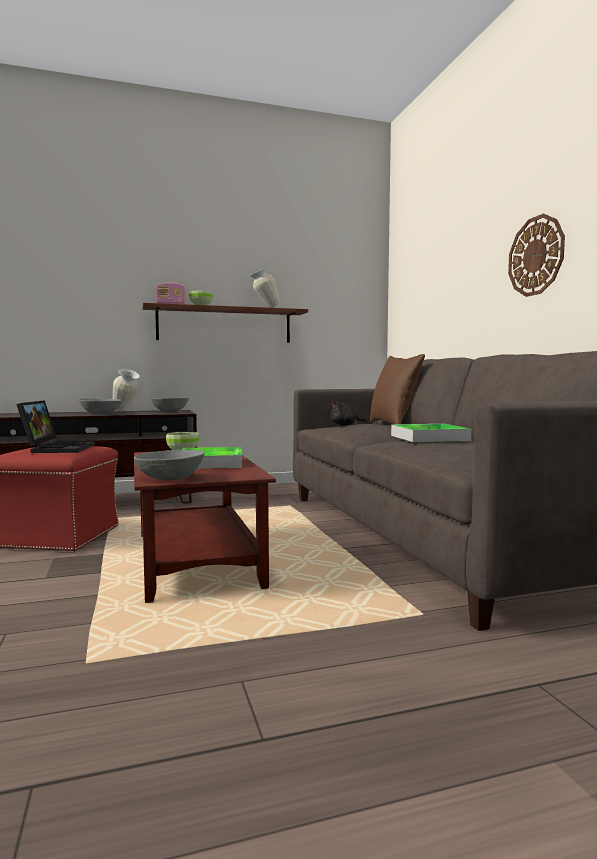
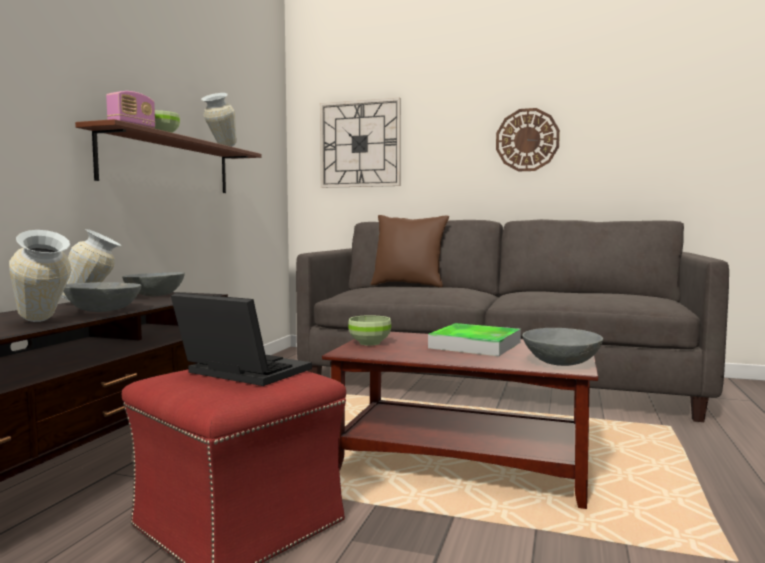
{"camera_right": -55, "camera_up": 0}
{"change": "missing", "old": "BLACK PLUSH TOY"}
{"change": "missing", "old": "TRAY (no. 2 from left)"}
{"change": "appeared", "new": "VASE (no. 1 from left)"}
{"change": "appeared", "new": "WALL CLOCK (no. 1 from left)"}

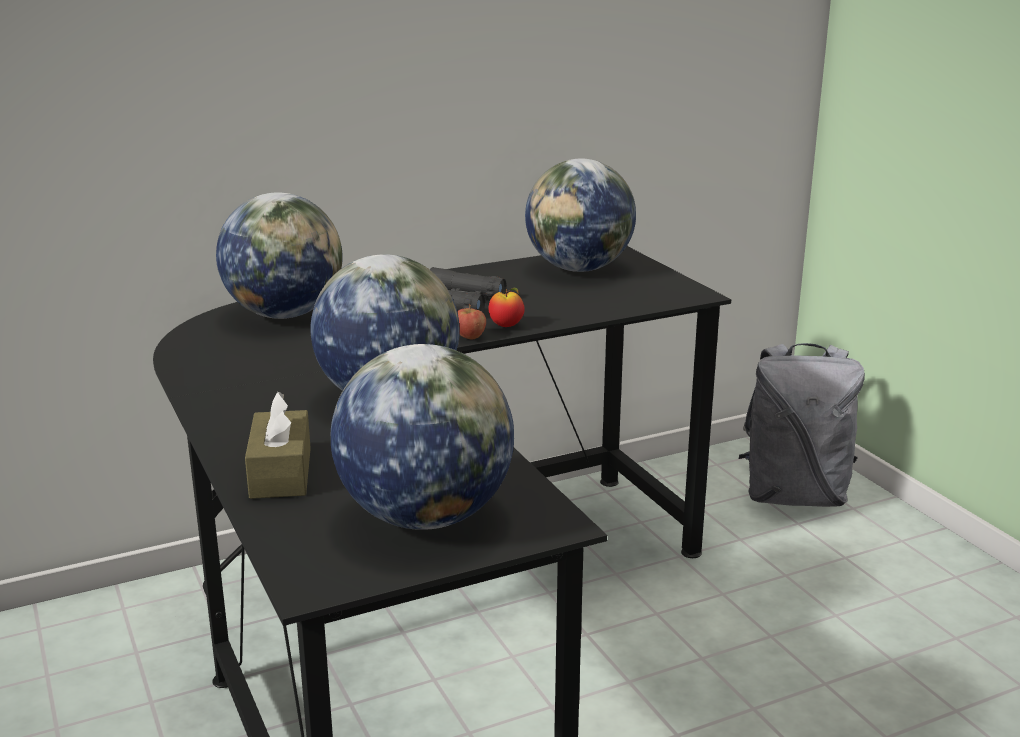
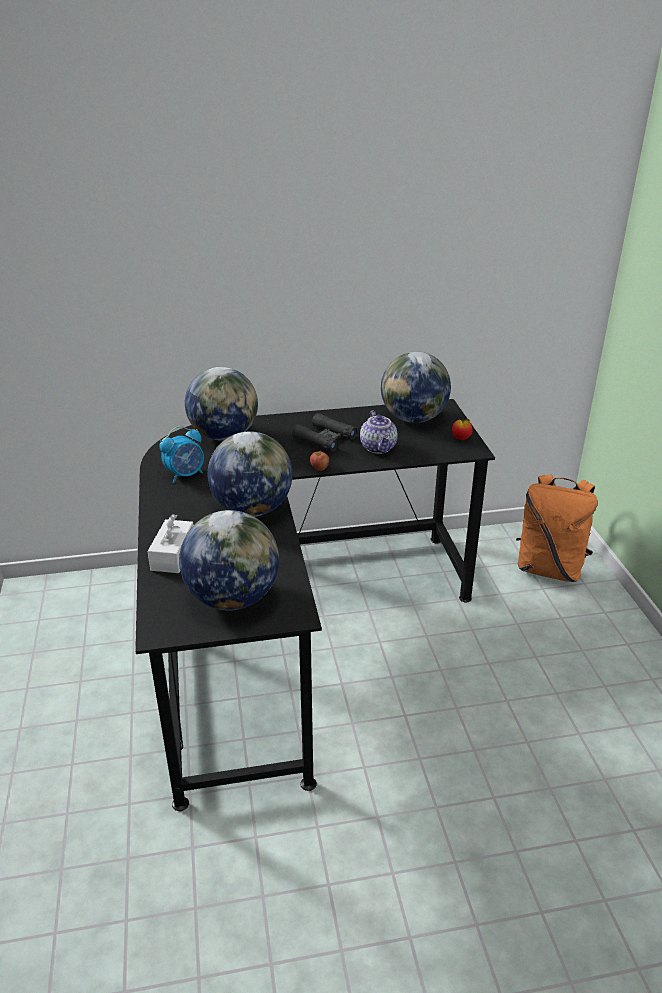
{"camera_right": 15, "camera_up": 10}
{"change": "colour", "old": "BROWN TISSUE BOX", "new": "WHITE TISSUE BOX"}
{"change": "relocated", "old": "APPLE (no. 2 from left)"}
{"change": "colour", "old": "GREY BACKPACK", "new": "ORANGE BACKPACK"}
{"change": "appeared", "new": "ALARM CLOCK"}
{"change": "appeared", "new": "TEAPOT"}

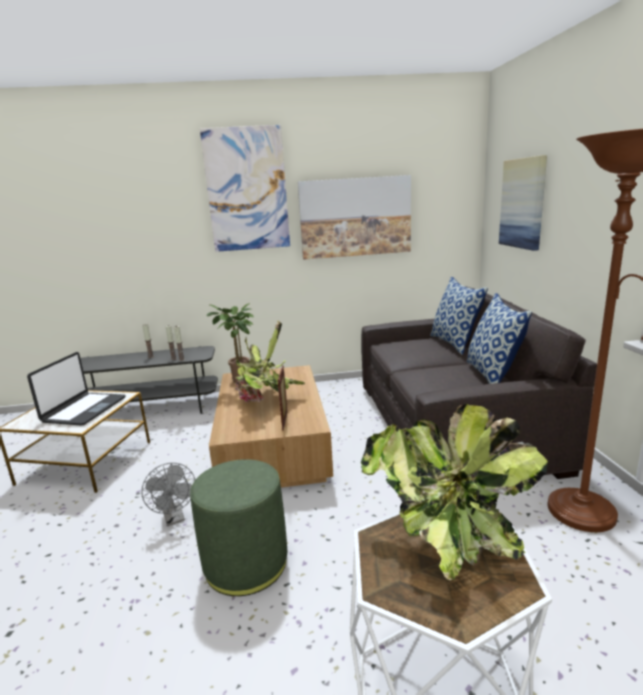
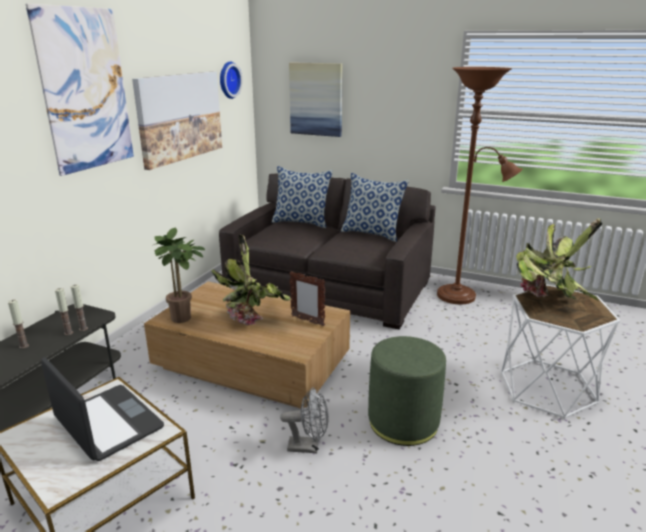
{"camera_right": -60, "camera_up": 5}
{"change": "appeared", "new": "WALL CLOCK"}

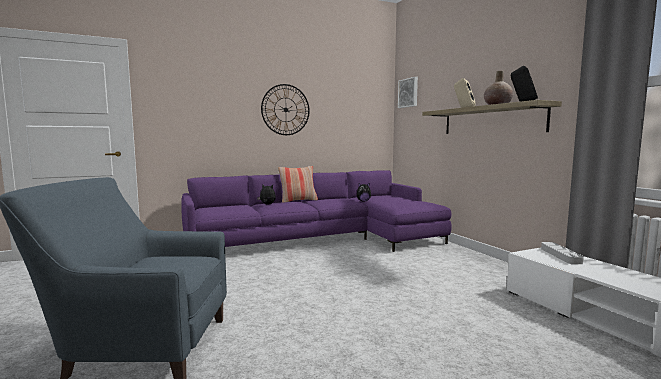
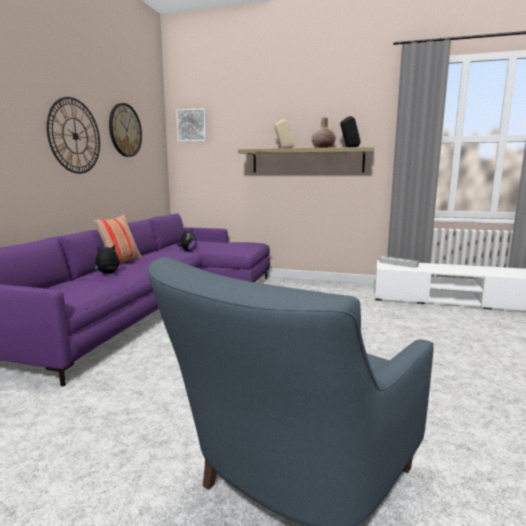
{"camera_right": -50, "camera_up": 5}
{"change": "appeared", "new": "WALL CLOCK (no. 2 from left)"}

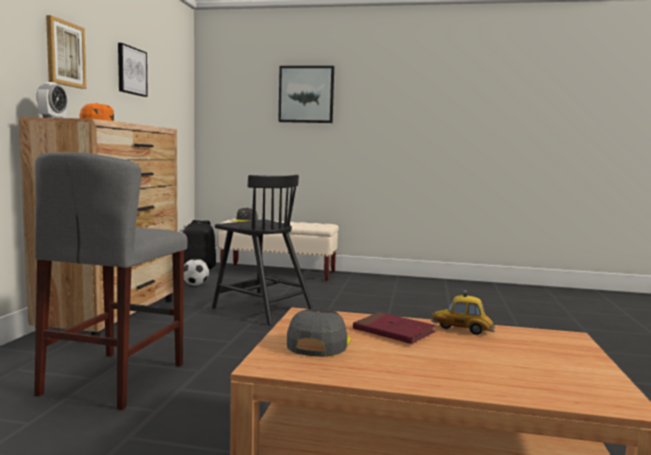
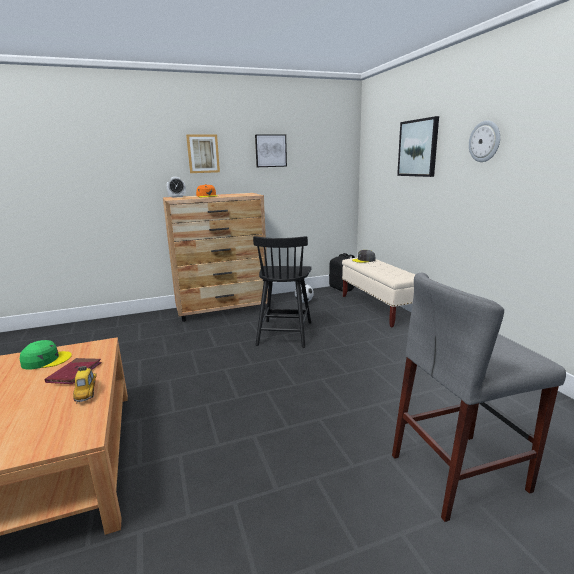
{"camera_right": 60, "camera_up": 10}
{"change": "relocated", "old": "GREY STOOL"}
{"change": "colour", "old": "GREY CAP (no. 2 from left)", "new": "GREEN CAP"}
{"change": "appeared", "new": "WALL CLOCK"}

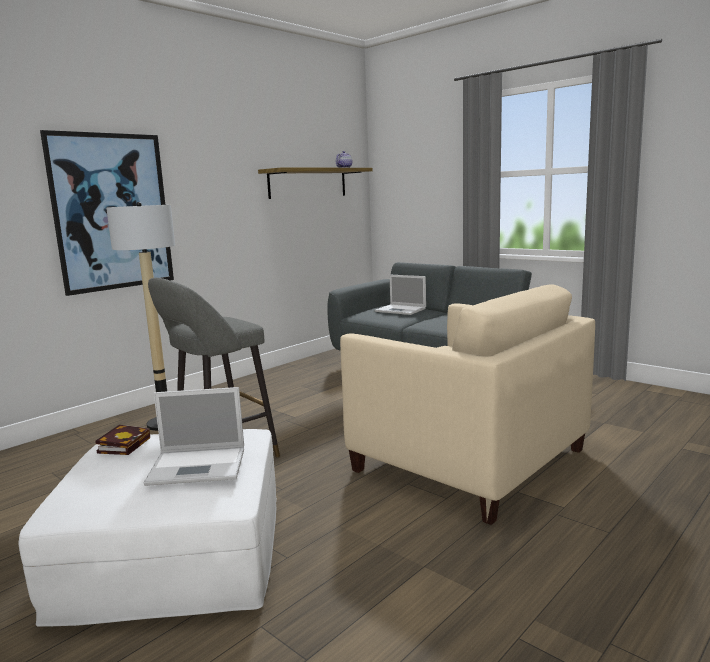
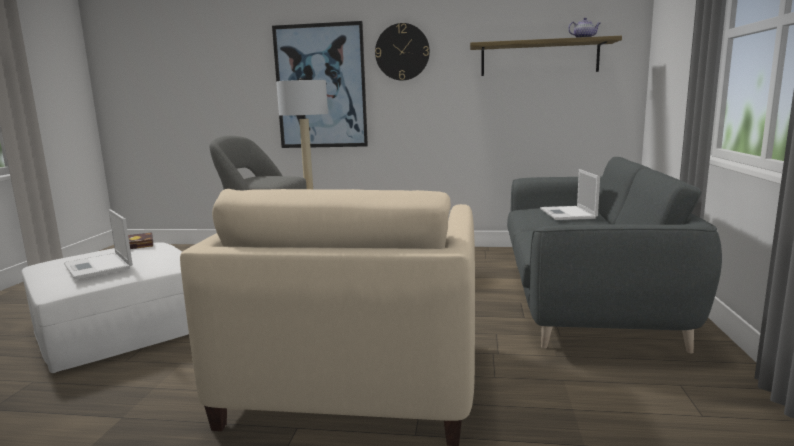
{"camera_right": 55, "camera_up": 0}
{"change": "appeared", "new": "WALL CLOCK"}

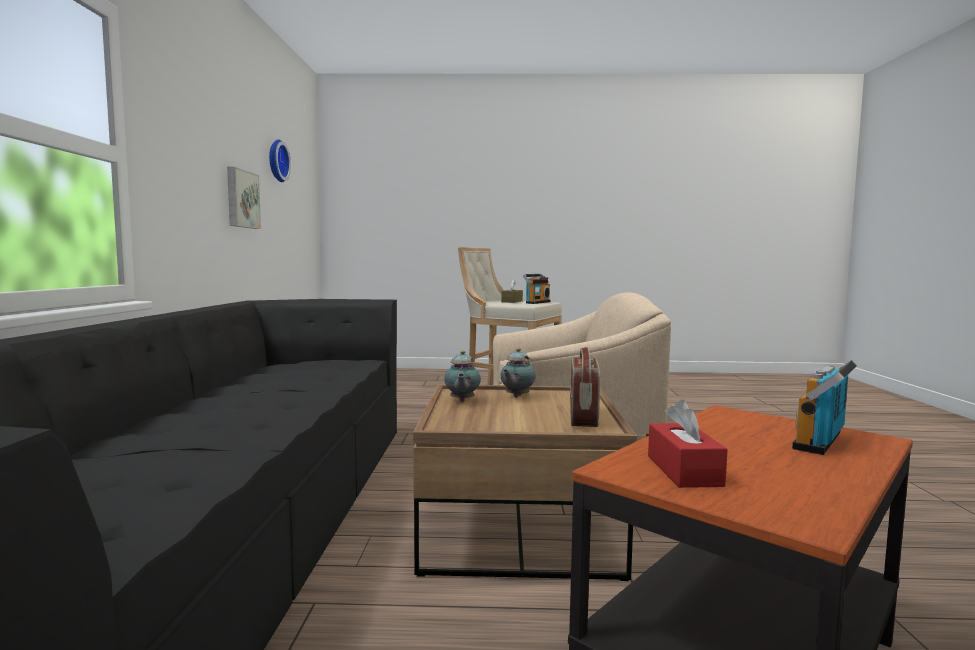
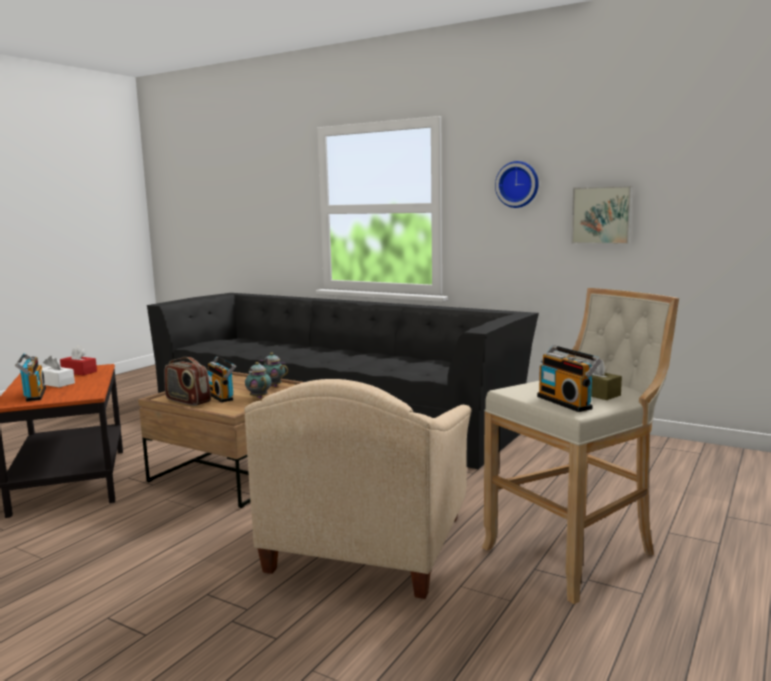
{"camera_right": 120, "camera_up": 5}
{"change": "relocated", "old": "WALL CLOCK"}
{"change": "appeared", "new": "WHITE TISSUE BOX"}
{"change": "appeared", "new": "RADIO (no. 3 from left)"}

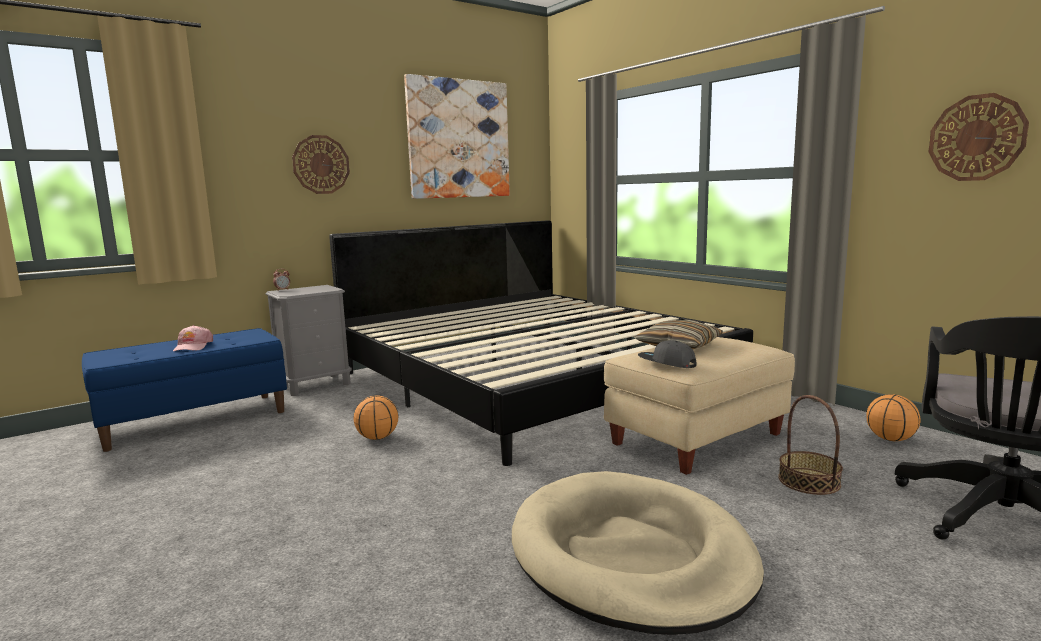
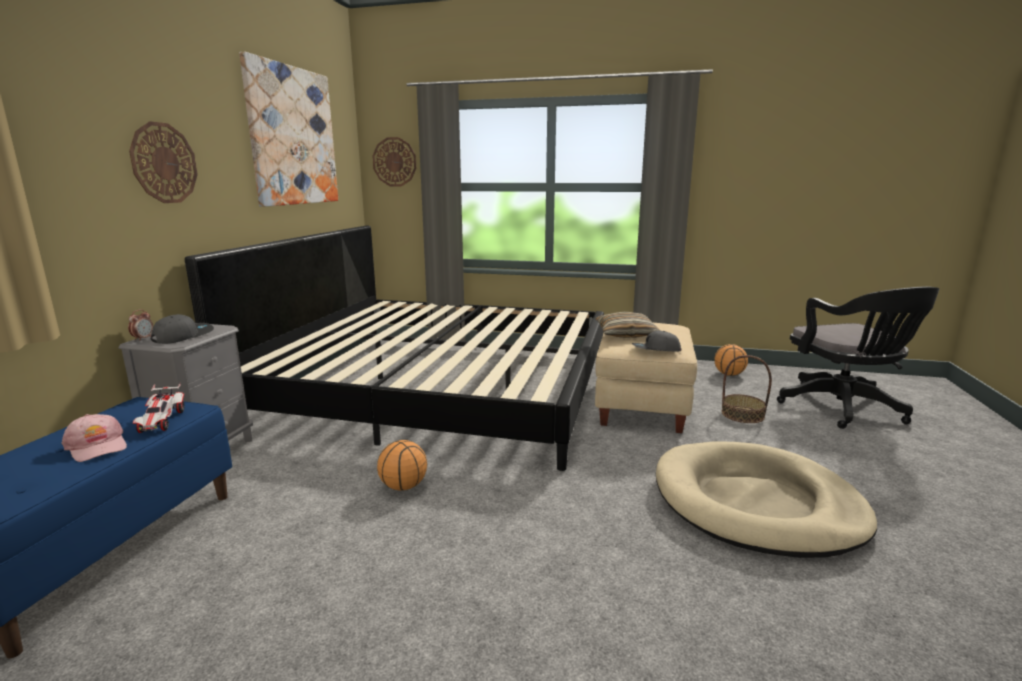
{"camera_right": -40, "camera_up": 5}
{"change": "relocated", "old": "WALL CLOCK (no. 2 from left)"}
{"change": "appeared", "new": "TOY CAR"}
{"change": "appeared", "new": "GREY CAP (no. 1 from left)"}

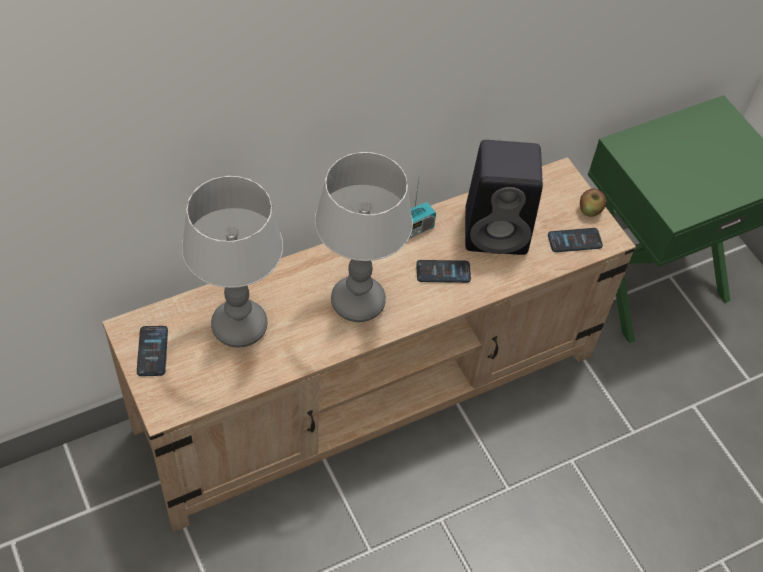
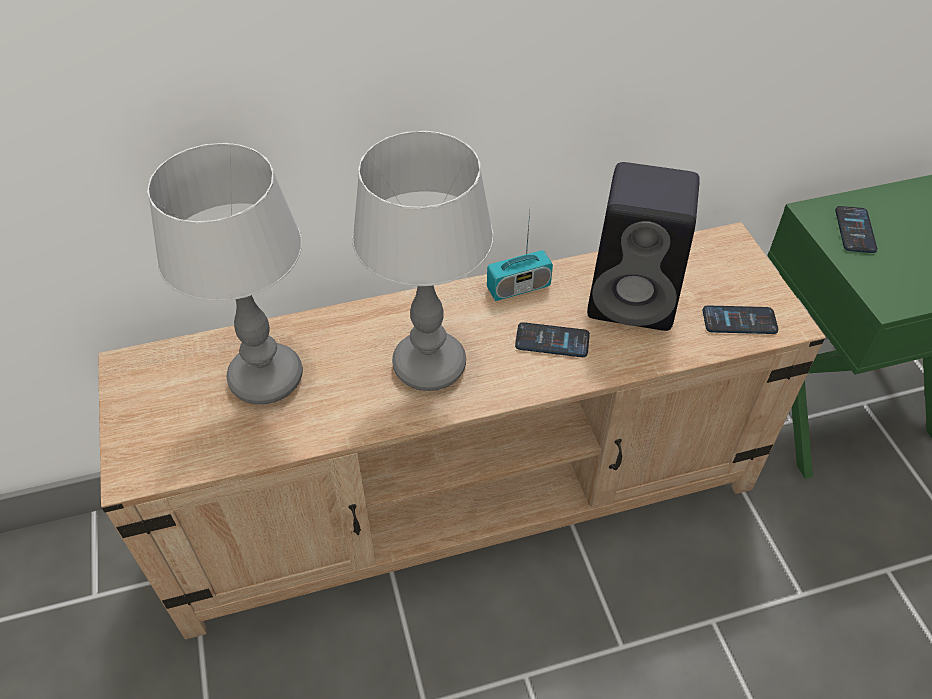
{"camera_right": 15, "camera_up": -5}
{"change": "relocated", "old": "PHONE (no. 1 from left in the first image)", "new": "PHONE (no. 3 from left)"}
{"change": "missing", "old": "APPLE"}

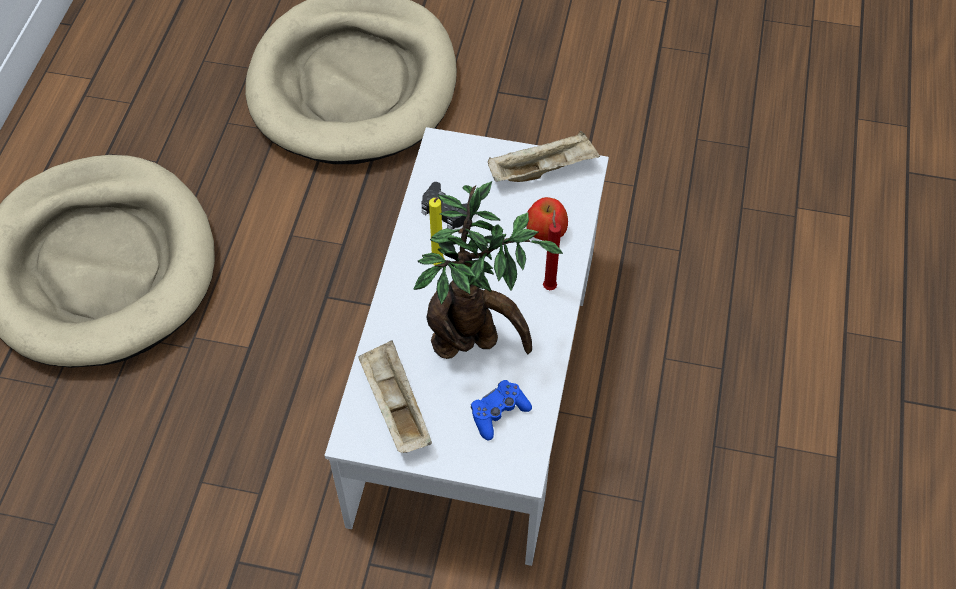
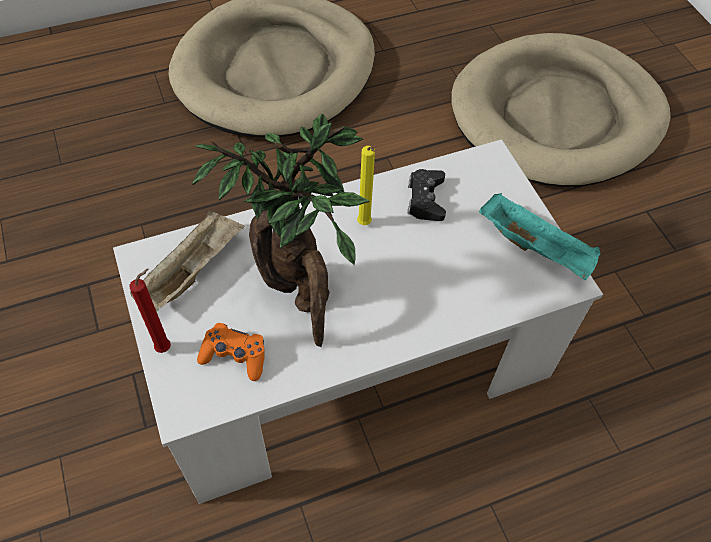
{"camera_right": 55, "camera_up": 0}
{"change": "colour", "old": "BLUE GAME CONTROLLER", "new": "ORANGE GAME CONTROLLER"}
{"change": "colour", "old": "BEIGE TRAY (no. 2 from left)", "new": "TURQUOISE TRAY"}
{"change": "missing", "old": "APPLE"}
{"change": "relocated", "old": "RED CANDLE"}

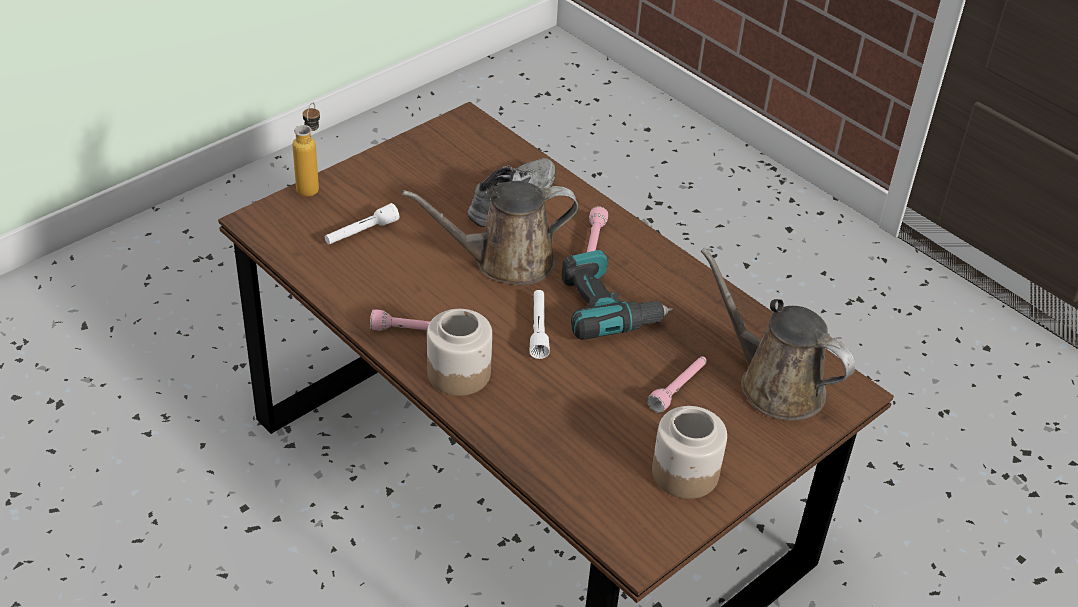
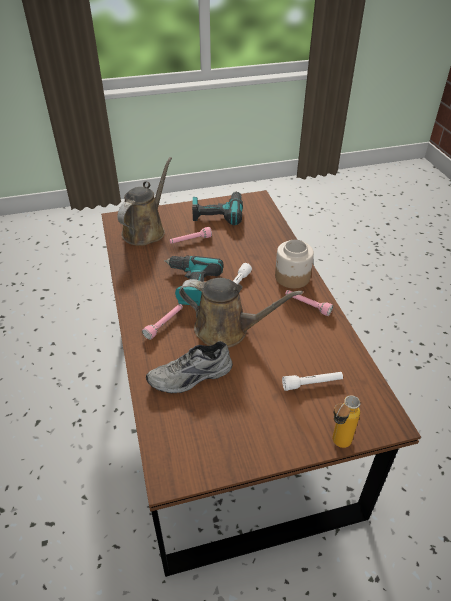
{"camera_right": -150, "camera_up": 0}
{"change": "exchanged", "old": "JAR (no. 2 from left)", "new": "POWER DRILL (no. 2 from left)"}
{"change": "spun", "old": "BROWN WATERING CAN (no. 2 from left in the first image)", "degrees": -135}

